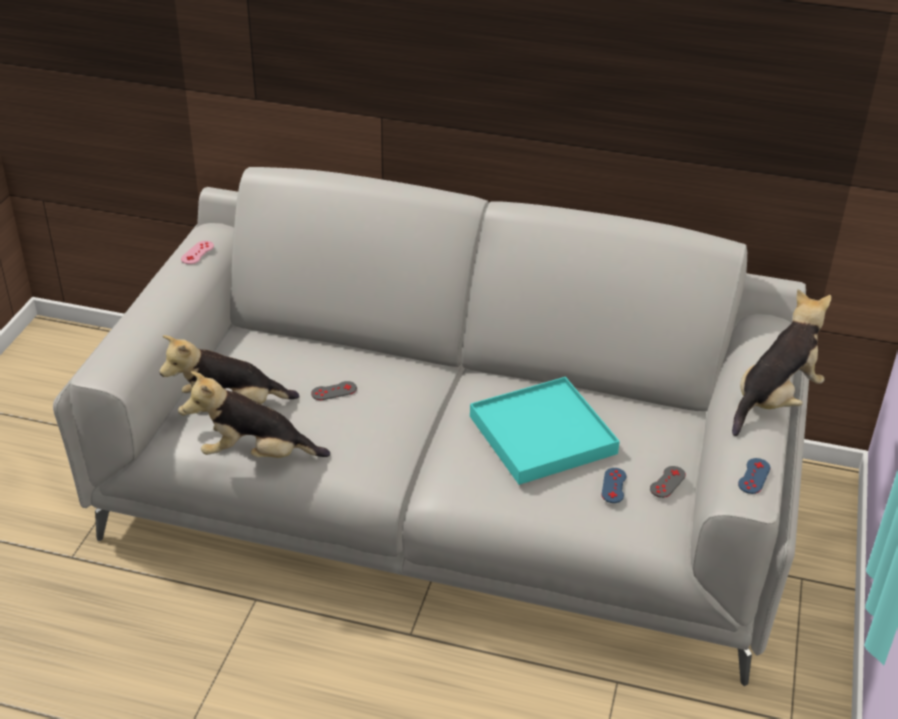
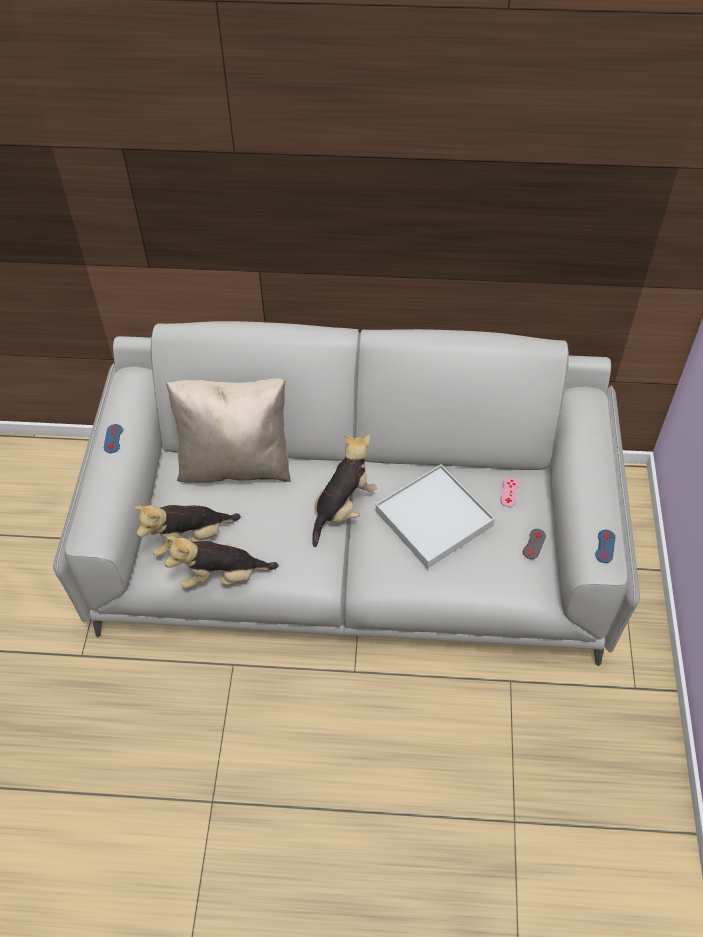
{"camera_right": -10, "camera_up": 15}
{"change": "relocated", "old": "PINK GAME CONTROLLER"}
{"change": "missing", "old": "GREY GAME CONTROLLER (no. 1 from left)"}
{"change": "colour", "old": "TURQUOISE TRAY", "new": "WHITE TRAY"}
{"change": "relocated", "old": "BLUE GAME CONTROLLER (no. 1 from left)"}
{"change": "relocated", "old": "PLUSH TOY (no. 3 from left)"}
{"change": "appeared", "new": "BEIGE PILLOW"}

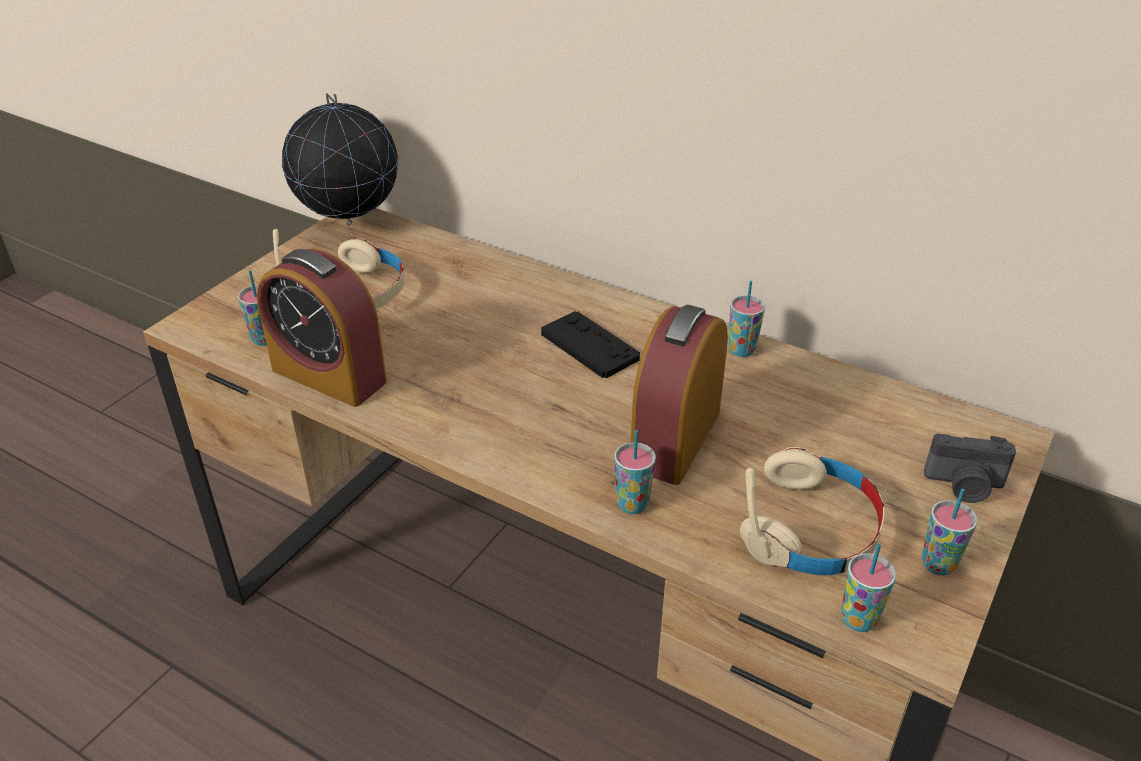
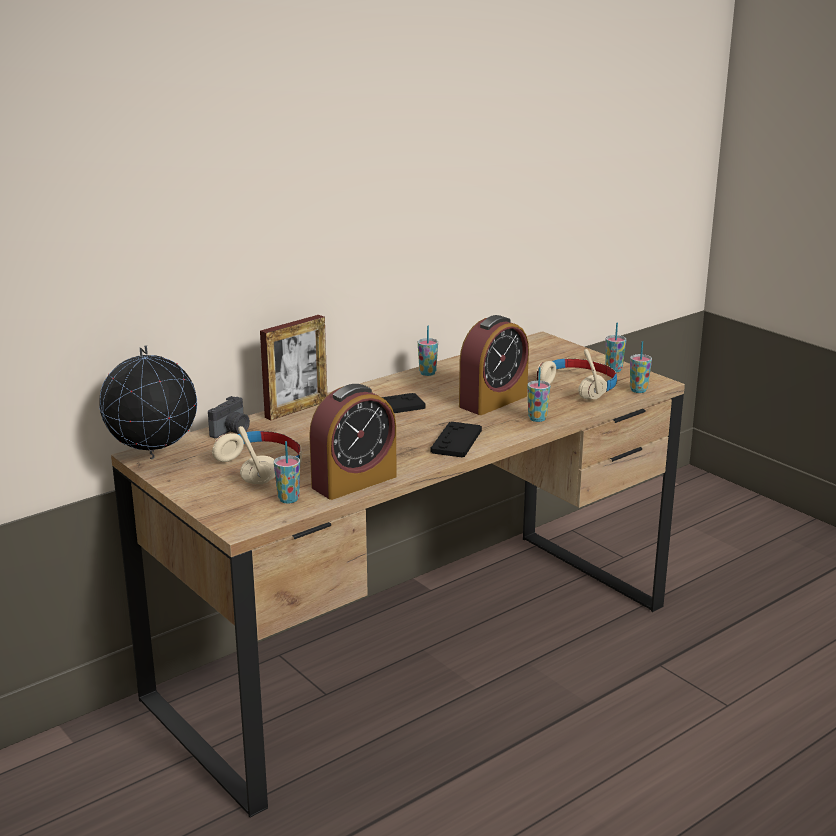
{"camera_right": -70, "camera_up": -15}
{"change": "spun", "old": "ALARM CLOCK (no. 2 from left)", "degrees": -90}
{"change": "relocated", "old": "PHOTO CAMERA"}
{"change": "appeared", "new": "PICTURE FRAME"}
{"change": "appeared", "new": "BLACK GAME CONTROLLER (no. 2 from left)"}

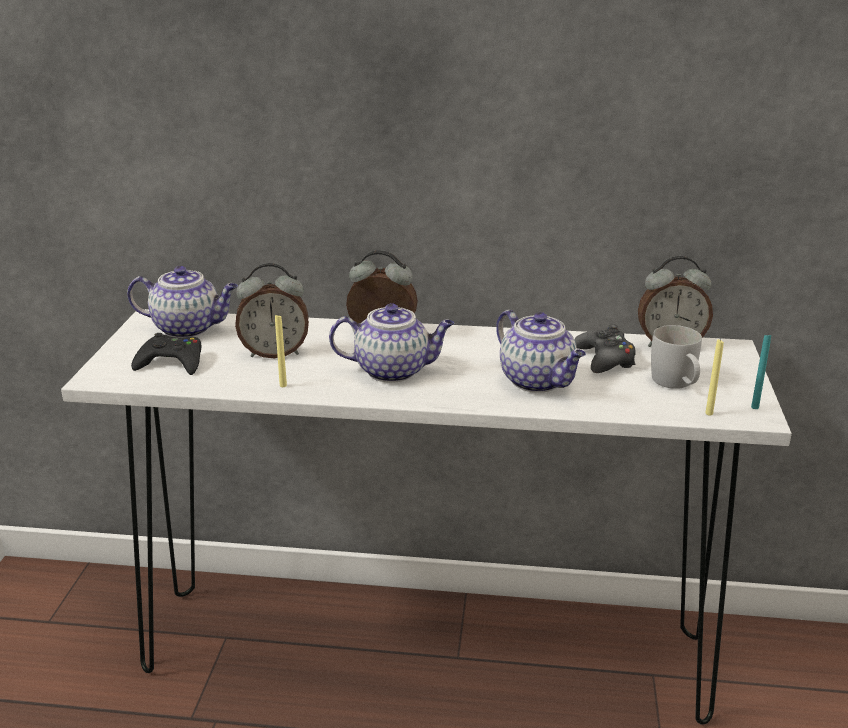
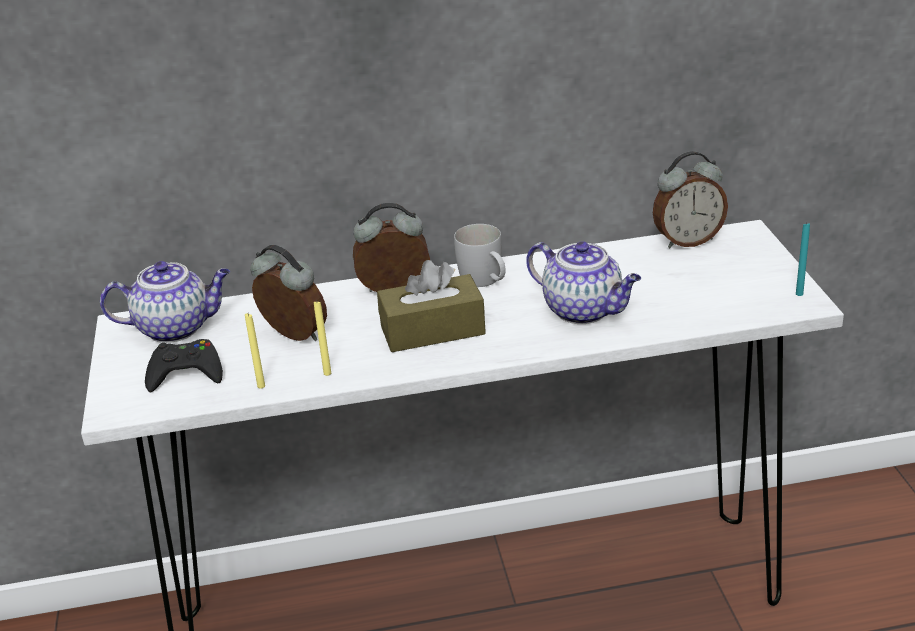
{"camera_right": -15, "camera_up": 5}
{"change": "spun", "old": "ALARM CLOCK (no. 1 from left)", "degrees": -120}
{"change": "exchanged", "old": "TEAPOT (no. 2 from left)", "new": "BROWN TISSUE BOX"}
{"change": "missing", "old": "BLACK GAME CONTROLLER (no. 2 from left)"}
{"change": "relocated", "old": "WHITE MUG"}
{"change": "relocated", "old": "YELLOW CANDLE (no. 2 from left in the first image)", "new": "YELLOW CANDLE (no. 1 from left)"}

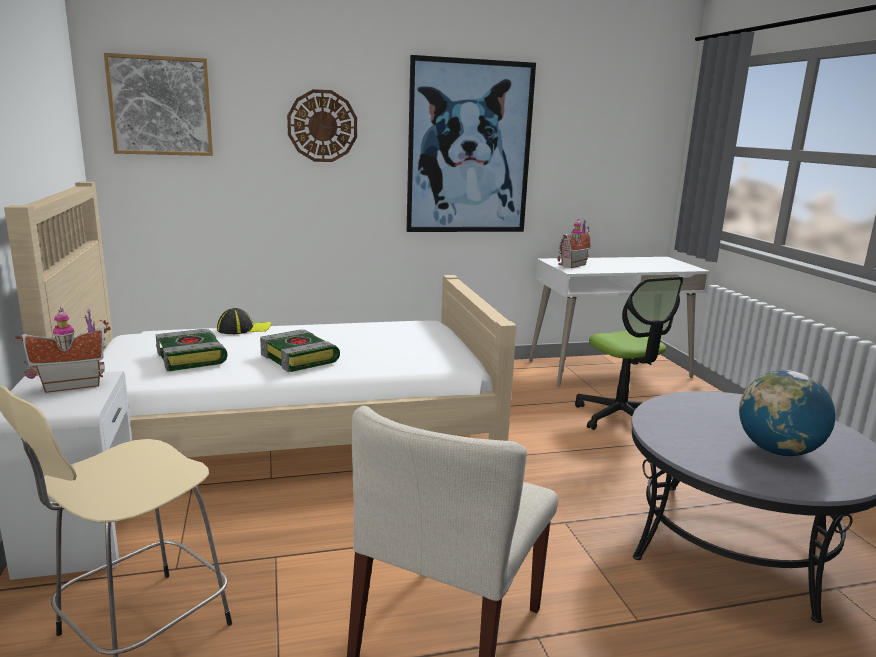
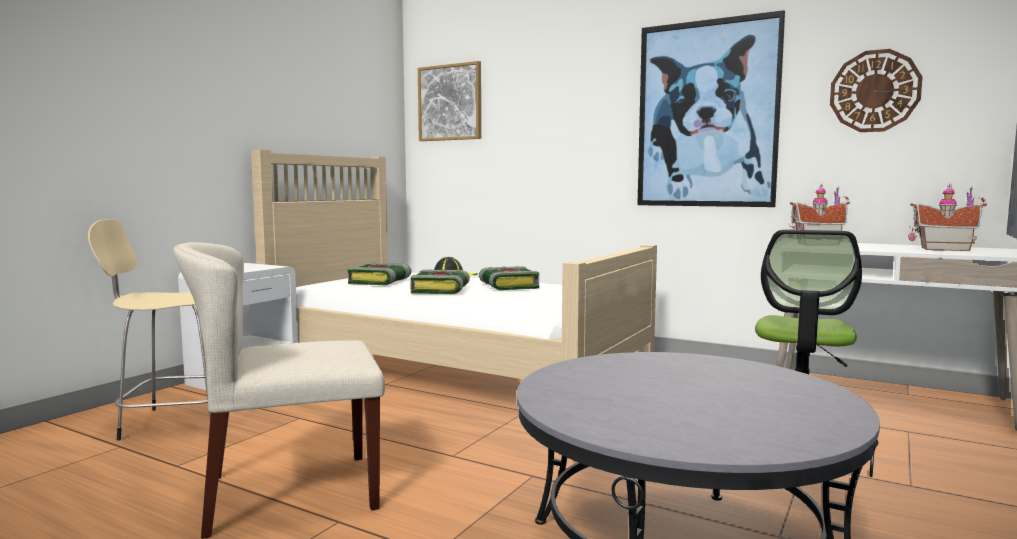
{"camera_right": 45, "camera_up": -10}
{"change": "relocated", "old": "TOY HOUSE (no. 1 from left in the first image)", "new": "TOY HOUSE (no. 2 from left)"}
{"change": "relocated", "old": "WALL CLOCK"}
{"change": "missing", "old": "GLOBE"}
{"change": "appeared", "new": "BOOK (no. 3 from left)"}

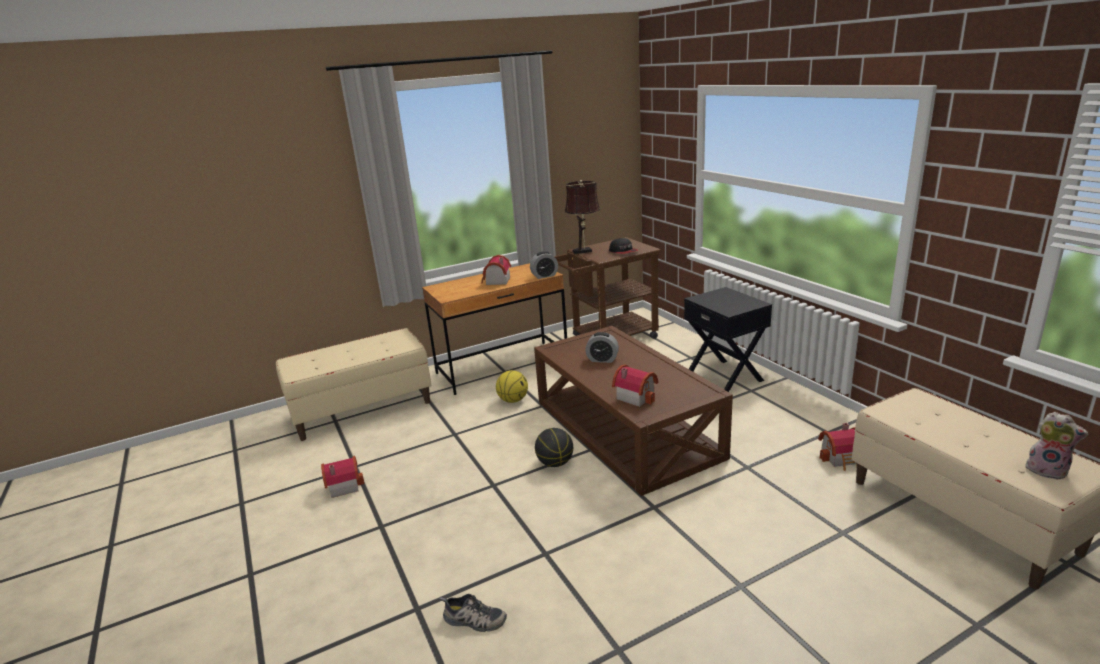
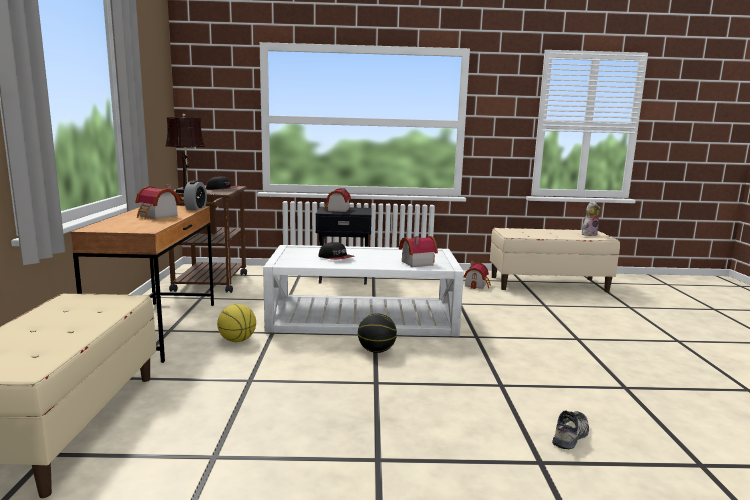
{"camera_right": -65, "camera_up": -10}
{"change": "relocated", "old": "TOY HOUSE (no. 1 from left in the first image)", "new": "TOY HOUSE (no. 2 from left)"}
{"change": "colour", "old": "BROWN COFFEE TABLE", "new": "WHITE COFFEE TABLE"}
{"change": "exchanged", "old": "ALARM CLOCK (no. 2 from left)", "new": "CAP (no. 2 from left)"}

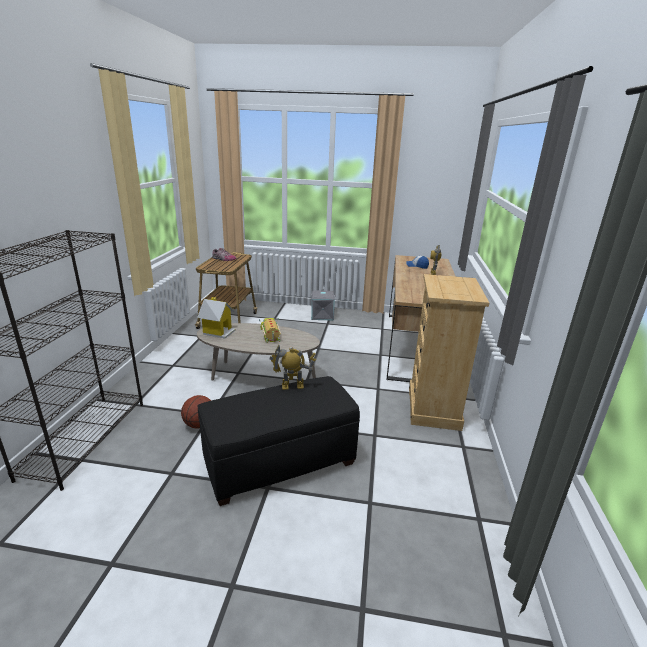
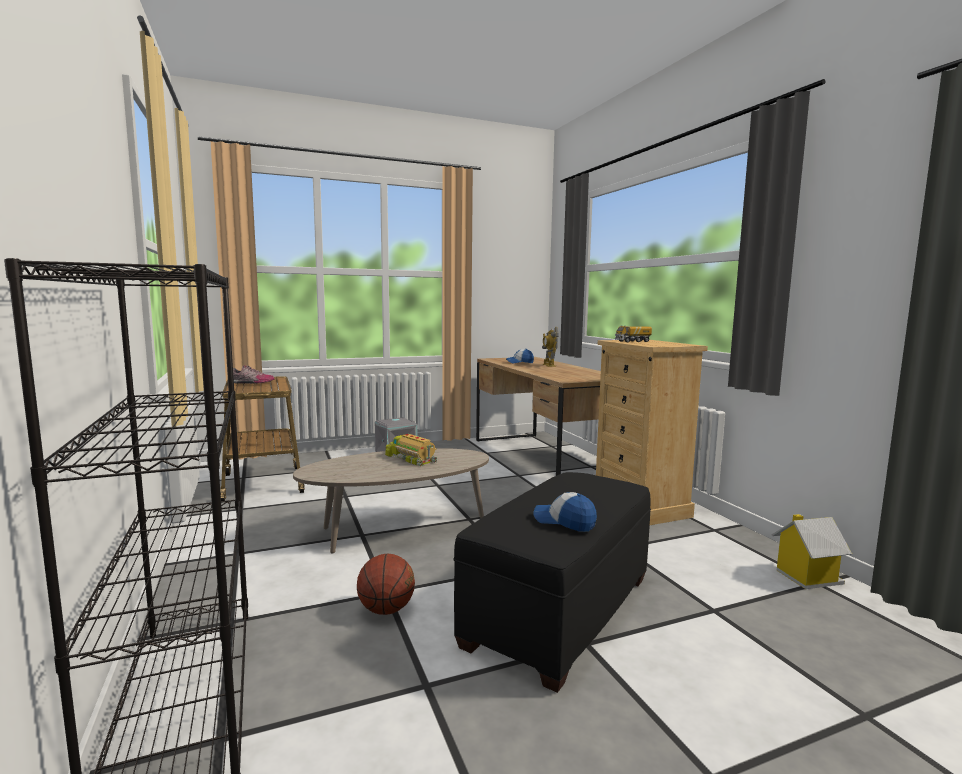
{"camera_right": -30, "camera_up": -15}
{"change": "relocated", "old": "TOY HOUSE"}
{"change": "missing", "old": "TOY ROBOT (no. 1 from left)"}
{"change": "appeared", "new": "CAP (no. 2 from left)"}
{"change": "appeared", "new": "TOY TRUCK (no. 2 from left)"}

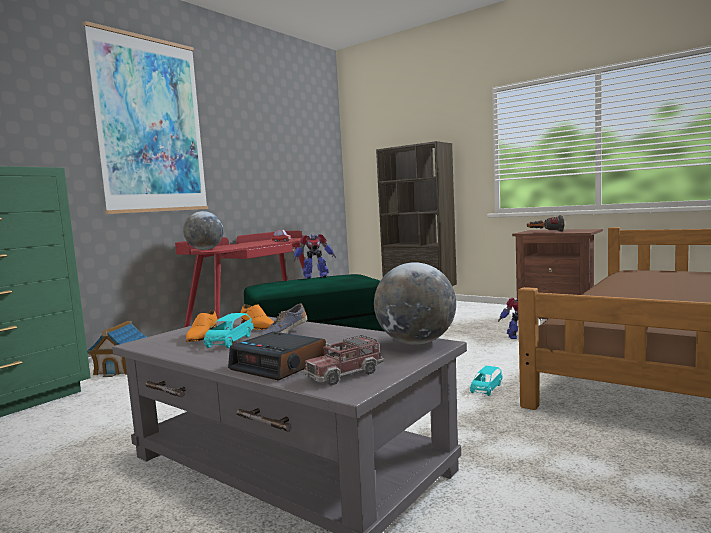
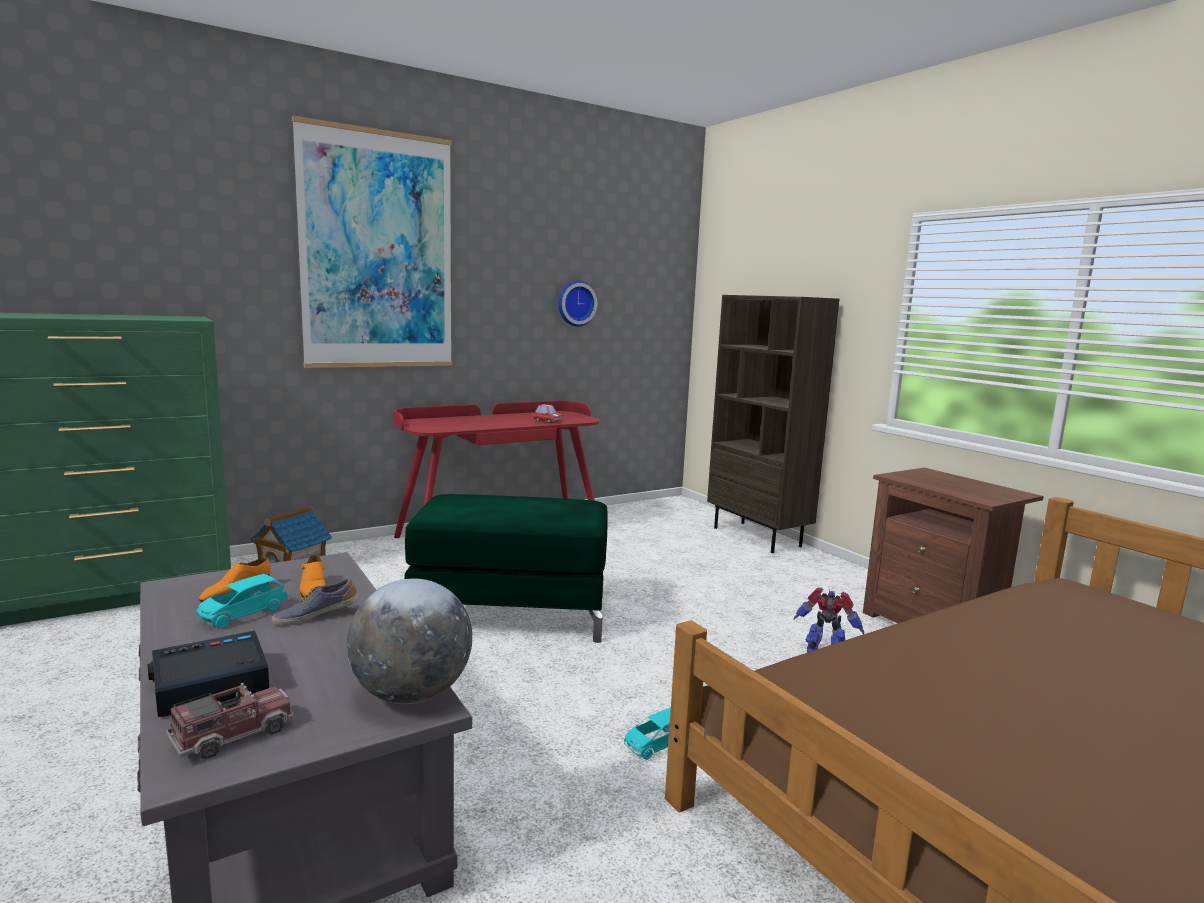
{"camera_right": 20, "camera_up": 5}
{"change": "missing", "old": "GLOBE (no. 1 from left)"}
{"change": "spun", "old": "ALARM CLOCK", "degrees": 90}
{"change": "missing", "old": "TOY ROBOT (no. 1 from left)"}
{"change": "spun", "old": "TOY TRUCK", "degrees": 150}
{"change": "missing", "old": "FLASHLIGHT"}
{"change": "appeared", "new": "WALL CLOCK"}

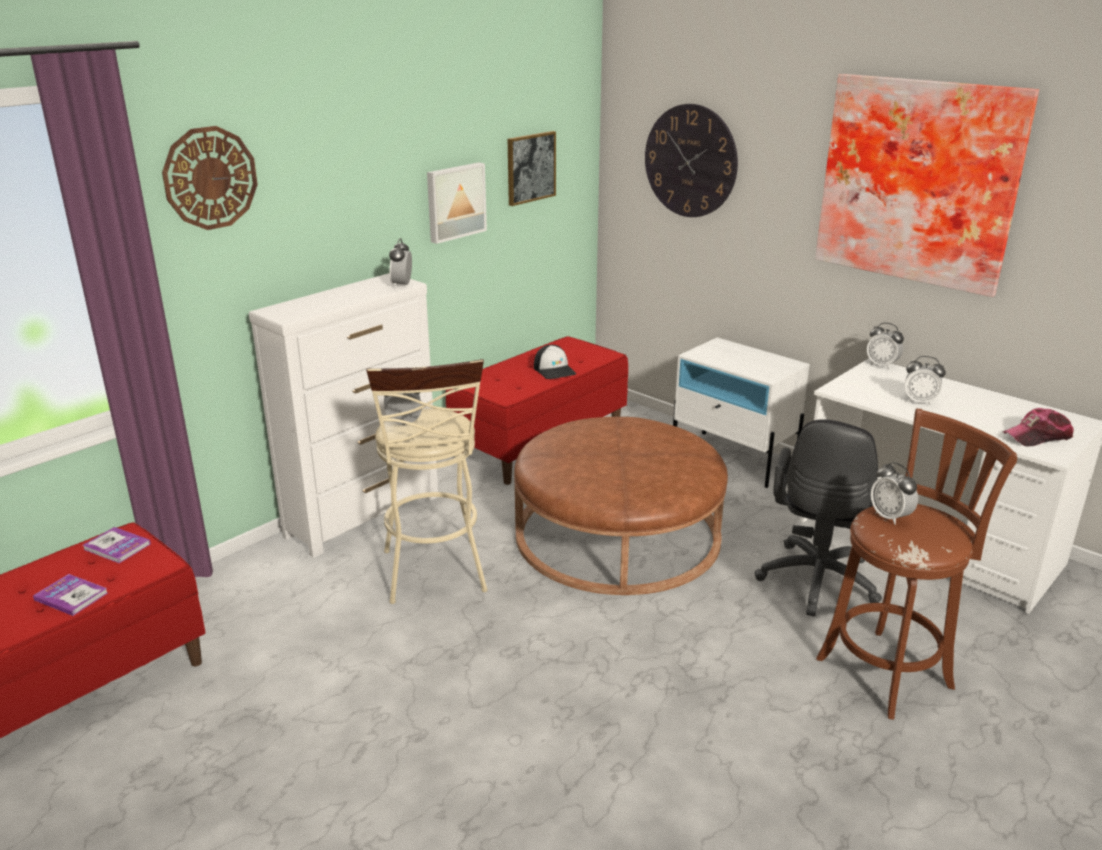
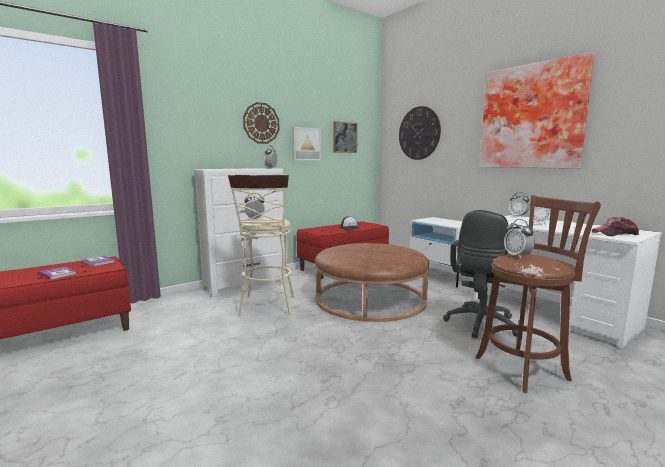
{"camera_right": 10, "camera_up": -15}
{"change": "relocated", "old": "WALL CLOCK (no. 1 from left)"}

